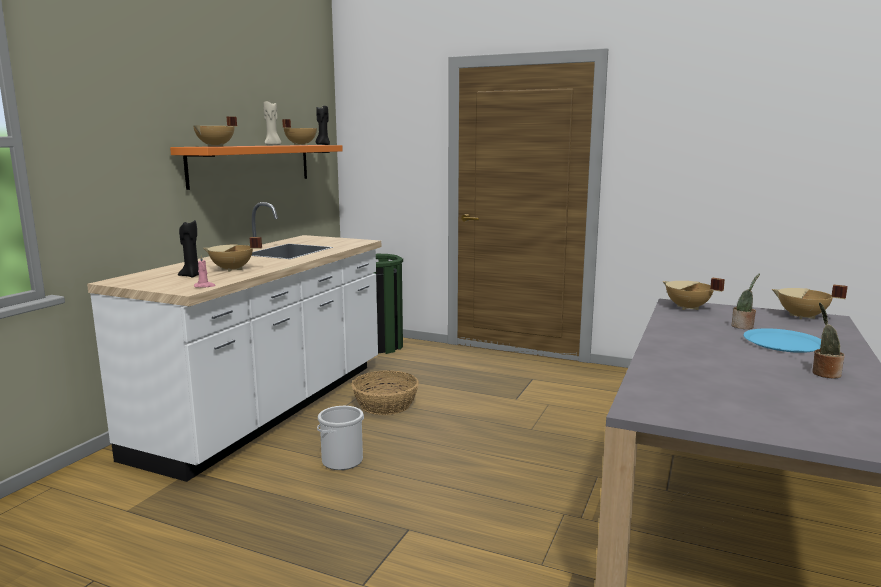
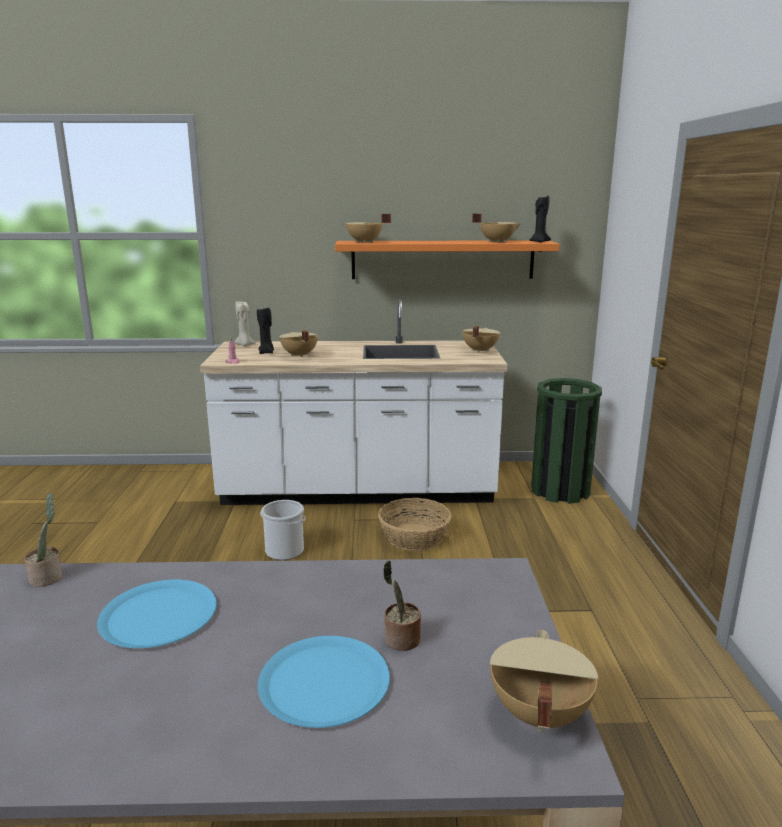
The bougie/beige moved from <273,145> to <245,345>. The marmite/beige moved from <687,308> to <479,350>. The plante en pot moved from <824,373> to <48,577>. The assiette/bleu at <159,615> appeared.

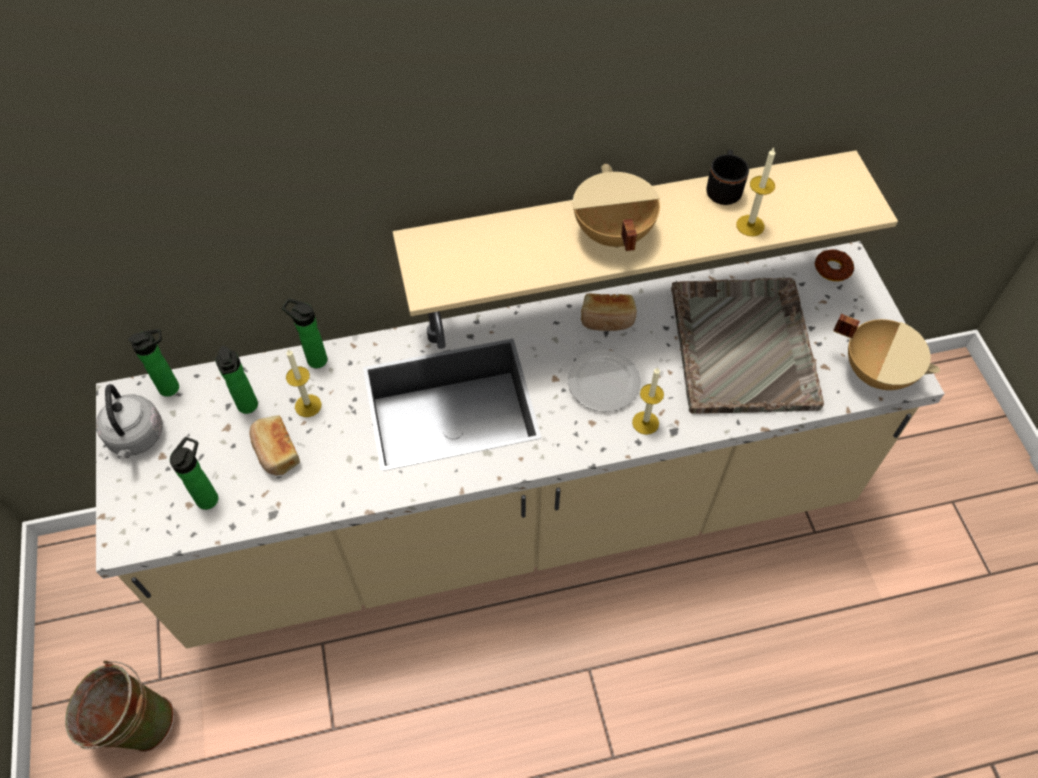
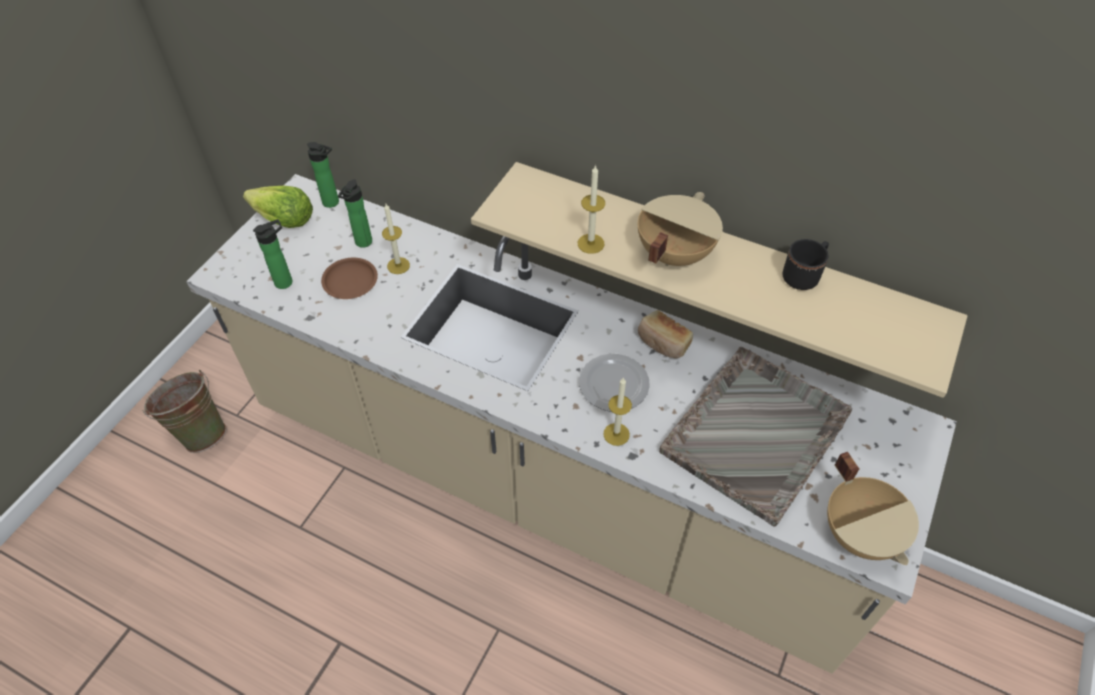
The bougie moved from <750,225> to <590,243>. The beignet at <833,268> disappeared. The bouteille at <314,359> disappeared. The bouilloire/gris at <136,438> was replaced by the laitue at <283,219>. The pain at <275,452> was replaced by the assiette/marron at <350,281>.

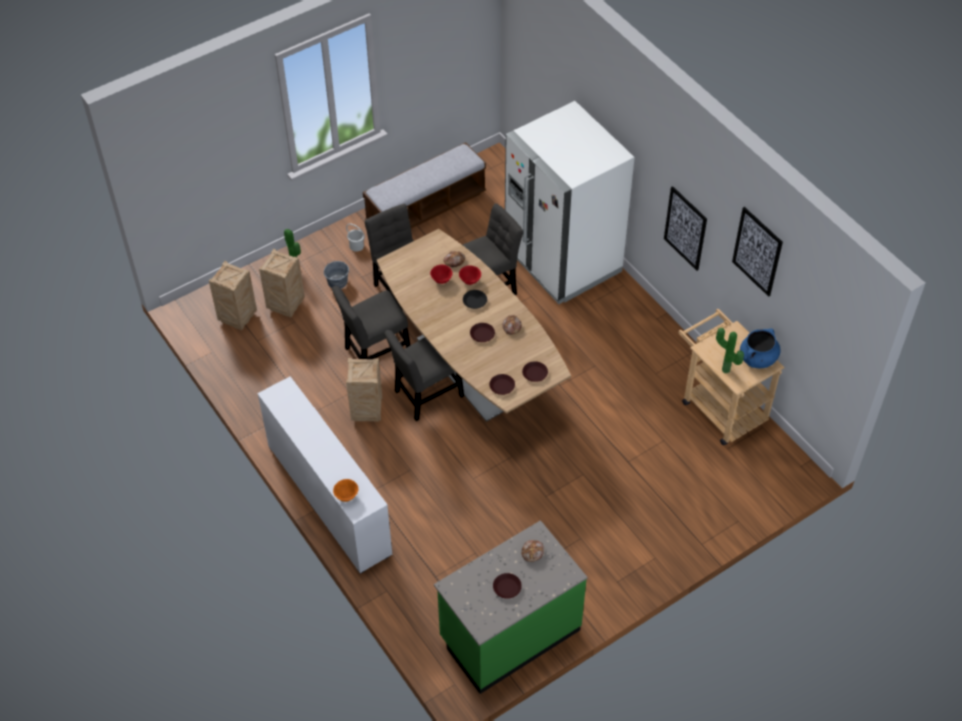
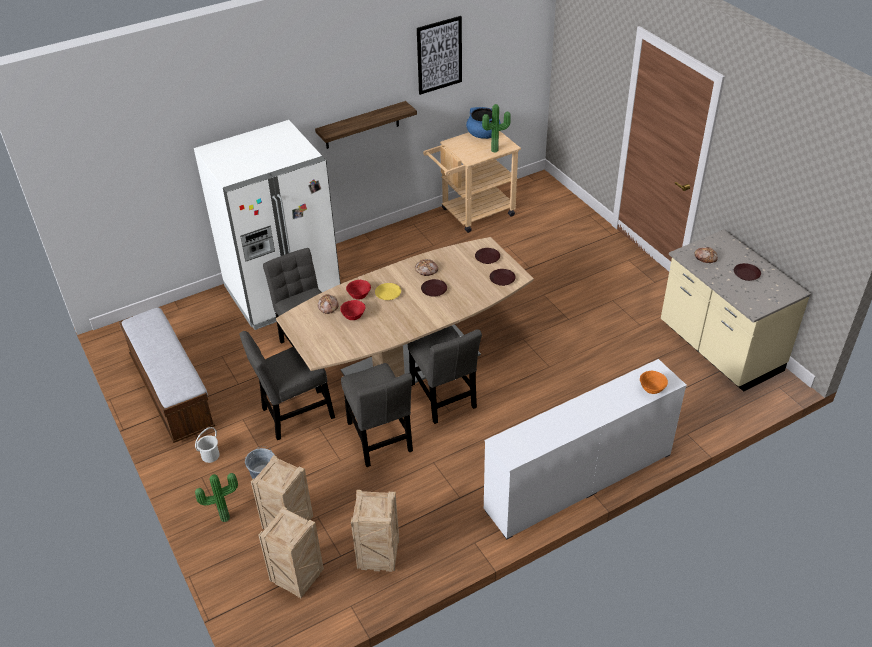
The tableau at <685,228> was replaced by the étagère at <362,125>. The assiette/noir at <475,301> became the assiette/jaune at <388,293>. The caisse moved from <367,411> to <379,556>. The comptoir de cuisine/vert at <509,633> became the comptoir de cuisine/beige at <718,349>.

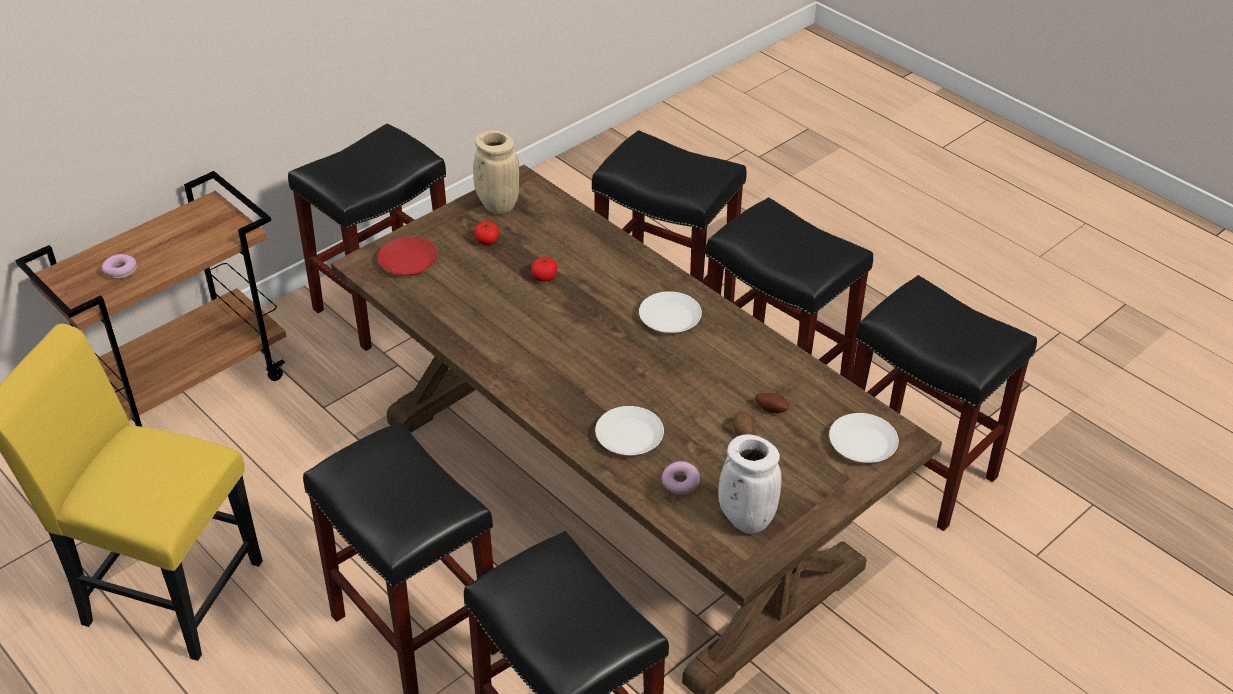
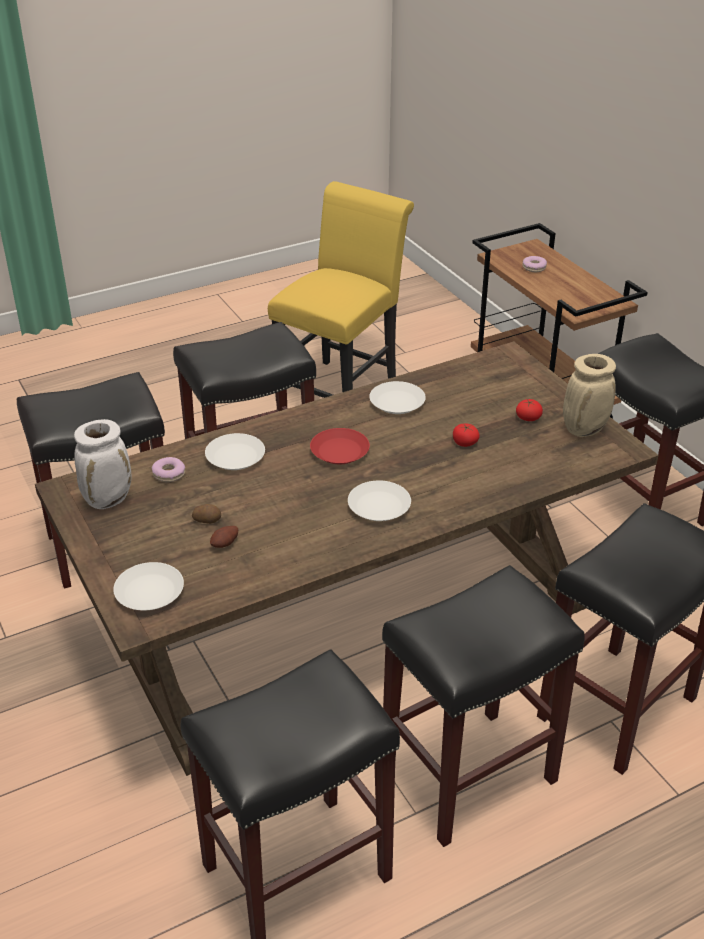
The assiette/rouge moved from <408,261> to <340,451>. The assiette/blanc at <397,403> appeared.

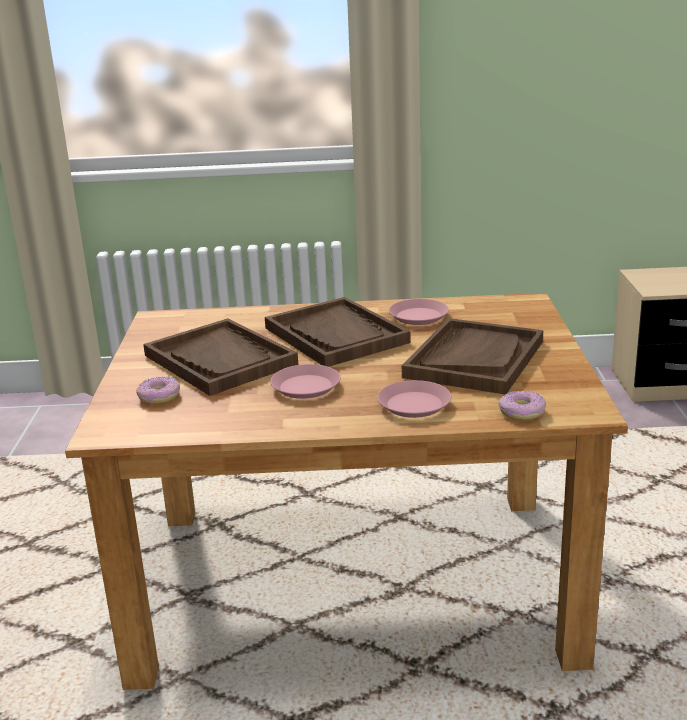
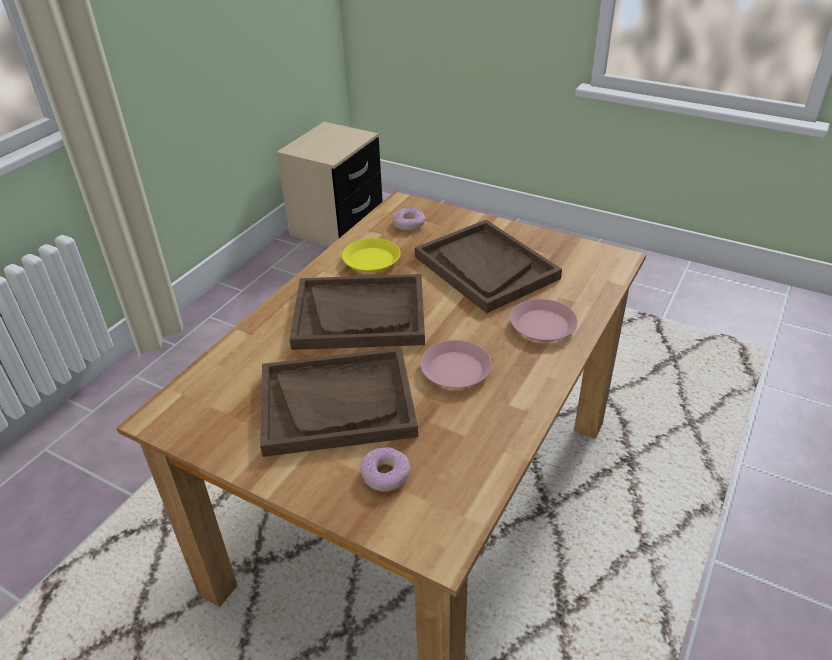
The assiette/rose at <419,316> became the assiette/jaune at <372,260>. The beignet moved from <522,412> to <409,224>.

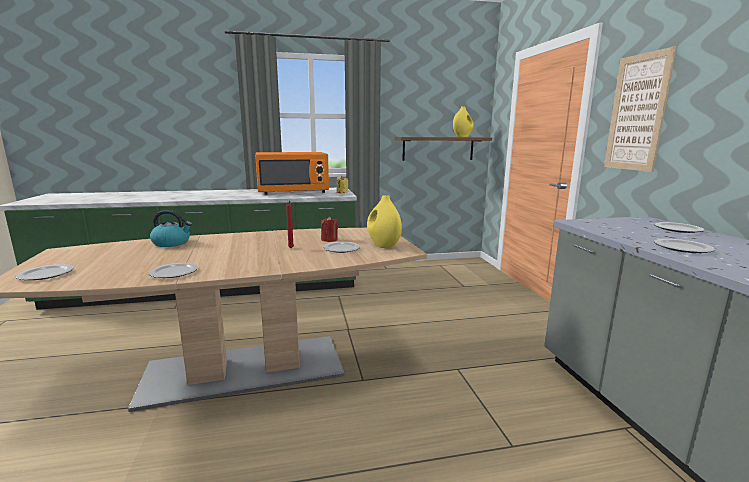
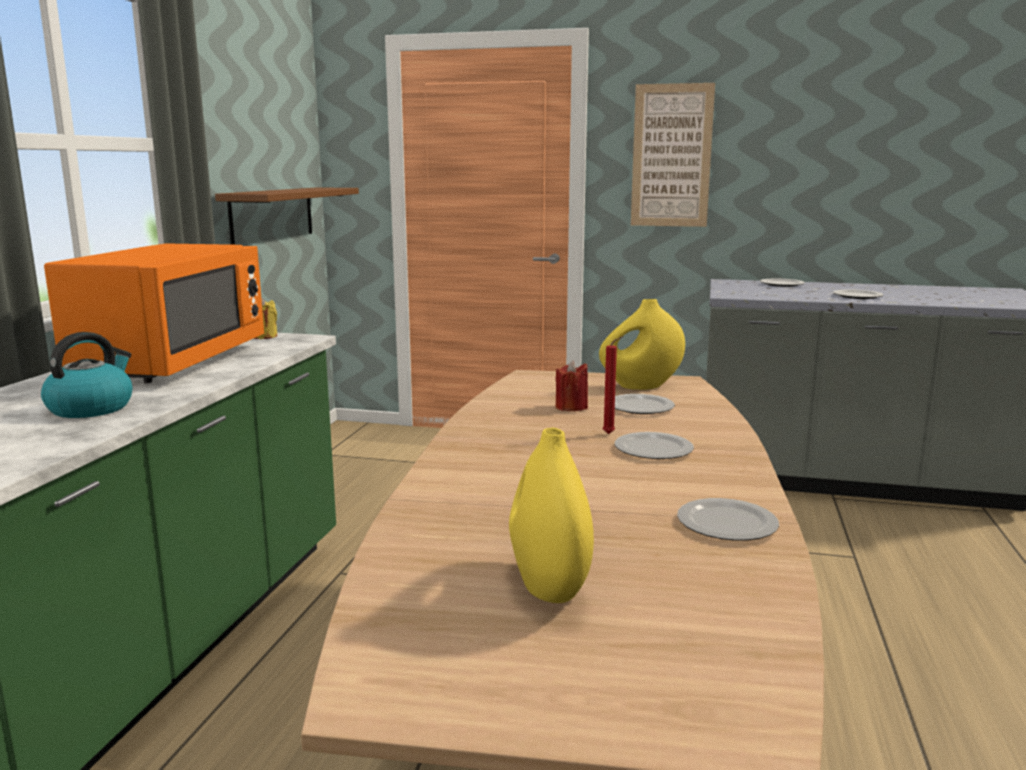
The vase/jaune moved from <462,137> to <548,585>. The bouilloire moved from <172,243> to <91,408>. The assiette moved from <45,274> to <652,449>.

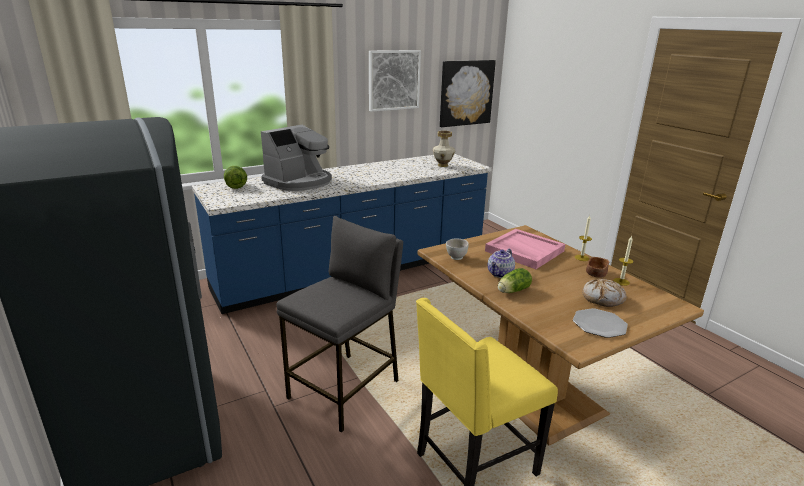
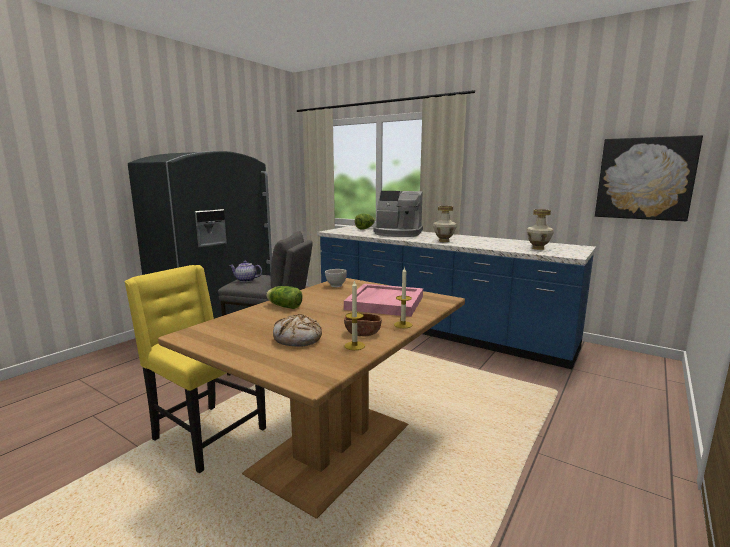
The tableau at <393,80> disappeared. The théière moved from <500,274> to <246,280>. The assiette at <599,324> disappeared. The vase at <444,241> appeared.

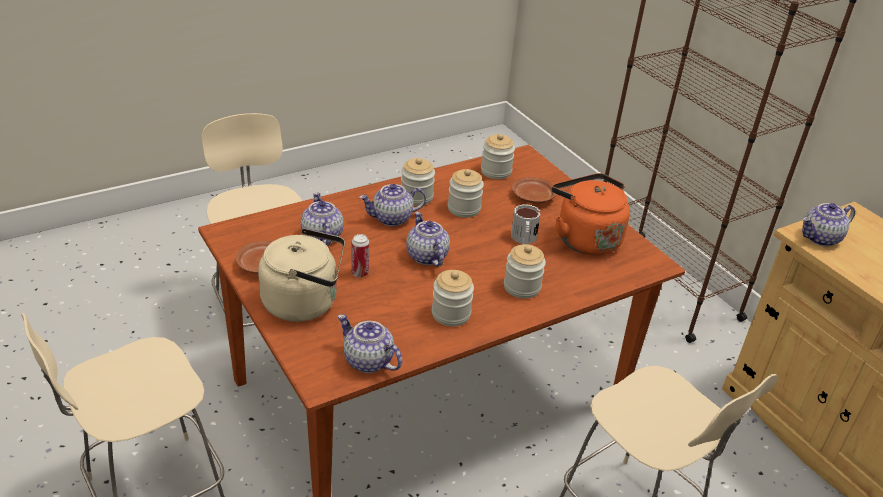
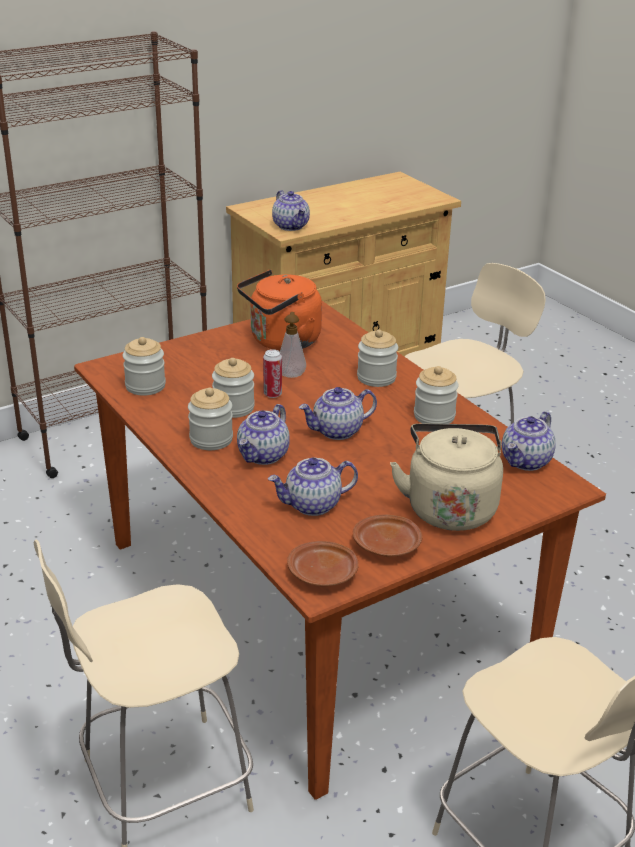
The assiette/marron moved from <532,197> to <323,574>. The théière at <391,219> turned 45 degrees clockwise. The mug at <523,240> was replaced by the distributeur de savon at <291,374>. The boîte métallique moved from <360,273> to <272,394>.

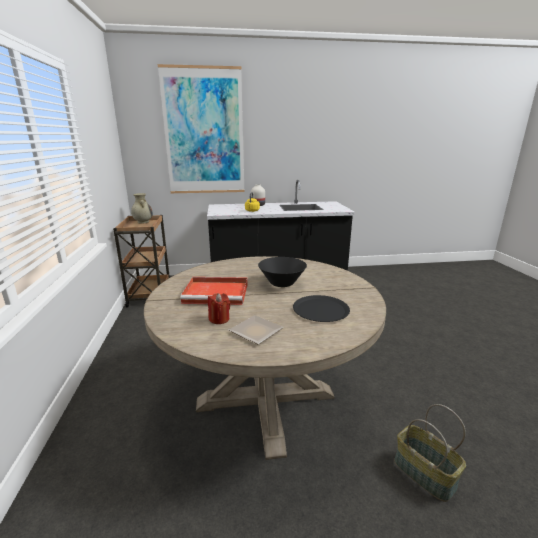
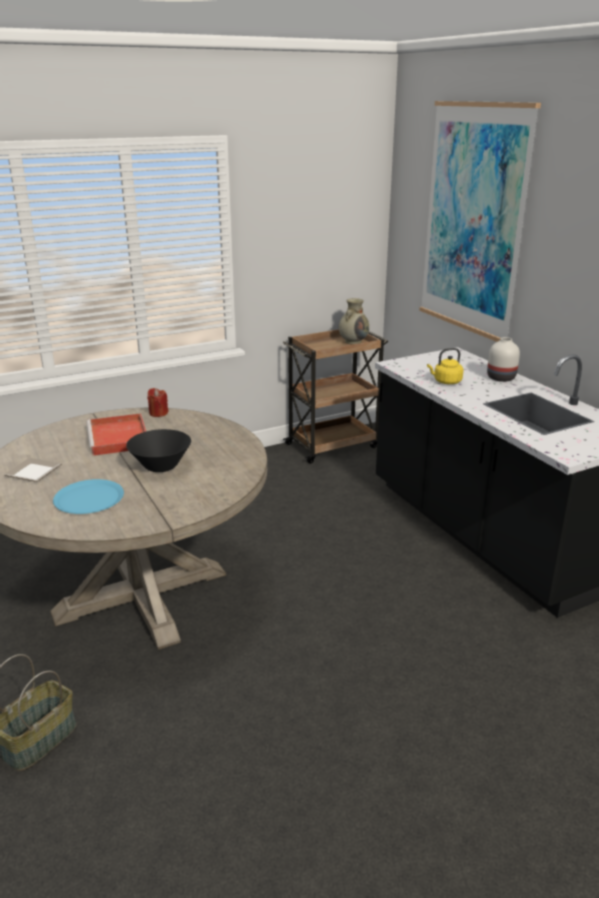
The bougie/rouge moved from <219,319> to <158,413>. The assiette/noir at <320,309> became the assiette/bleu at <89,498>.

